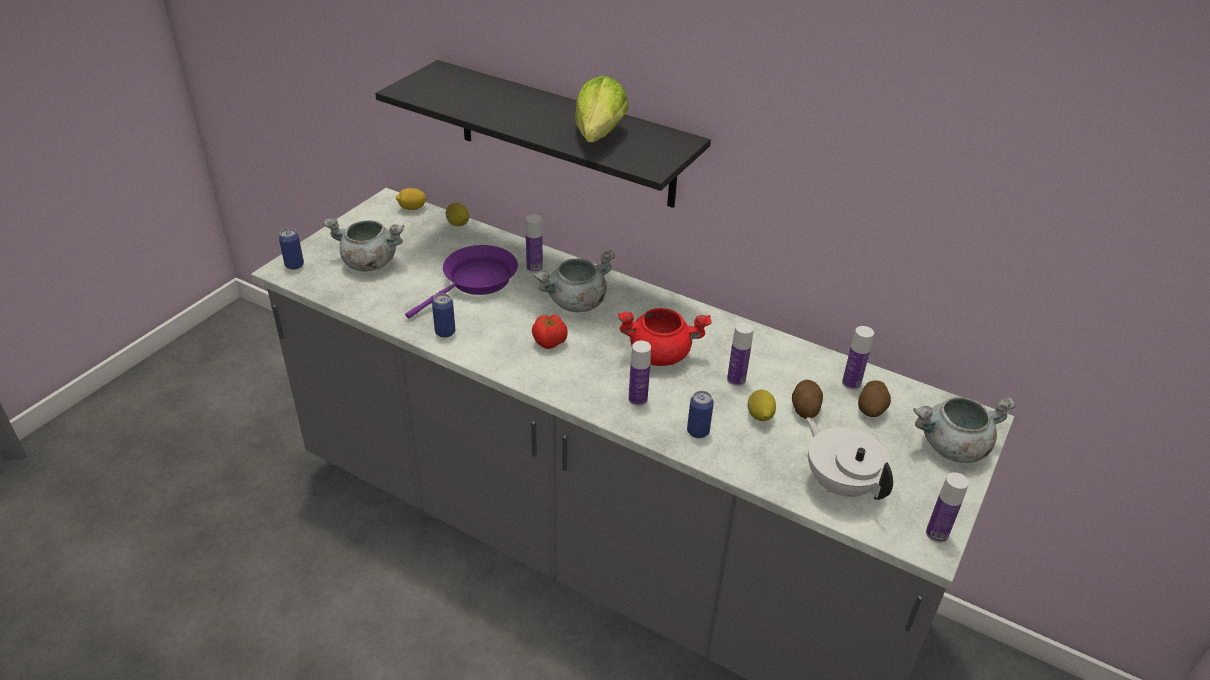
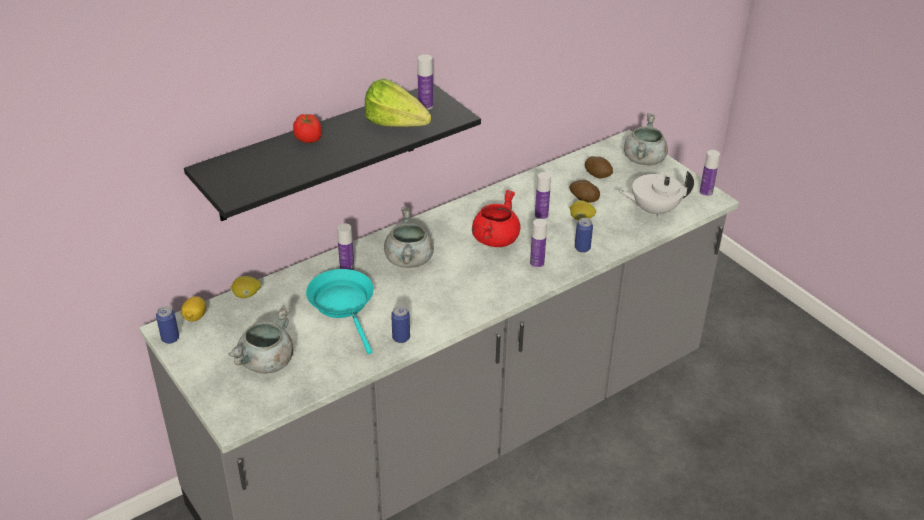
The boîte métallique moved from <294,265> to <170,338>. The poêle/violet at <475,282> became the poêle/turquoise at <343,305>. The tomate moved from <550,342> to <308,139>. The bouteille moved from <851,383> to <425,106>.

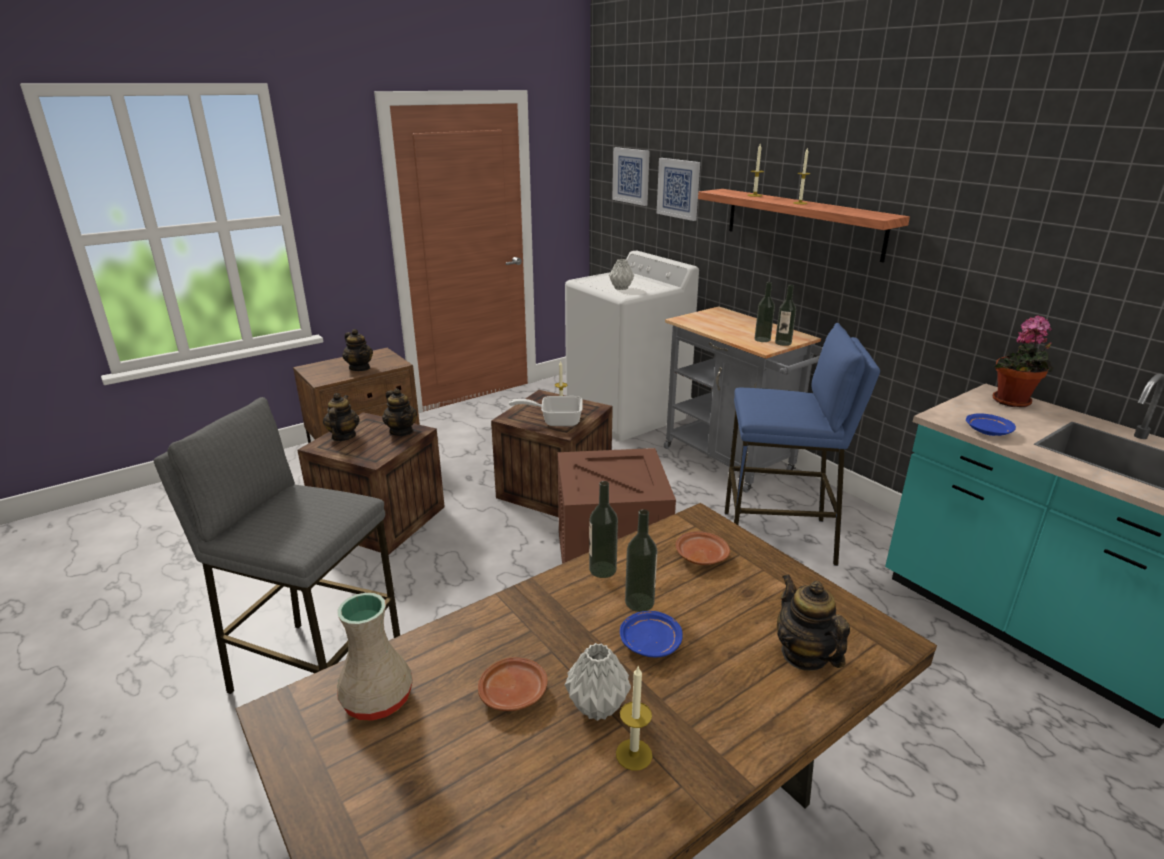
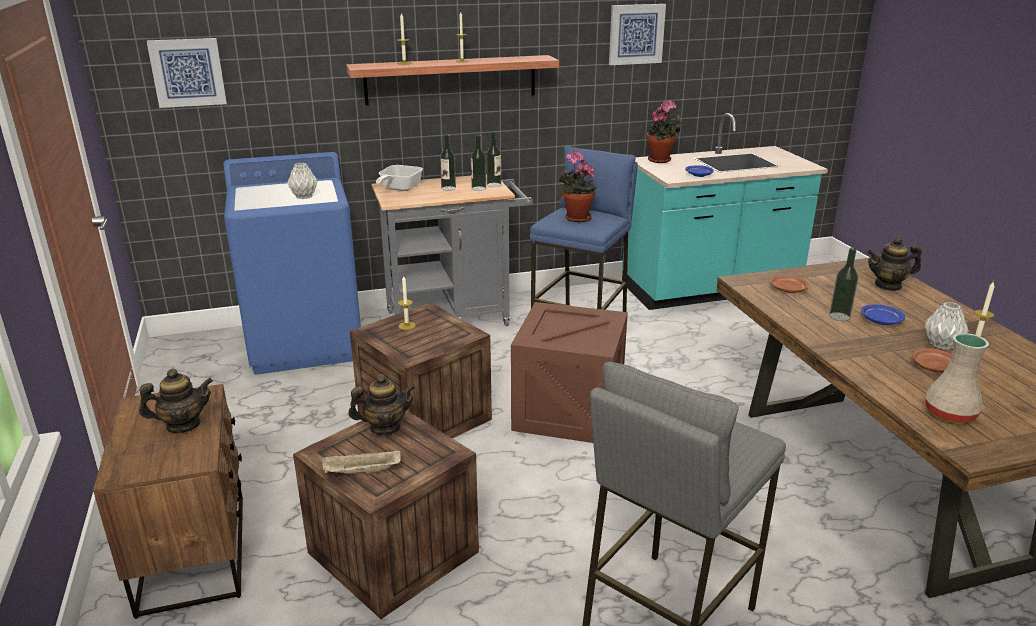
The tableau moved from <679,188> to <636,34>. The lave-linge/blanc at <627,414> became the lave-linge/bleu at <306,342>. The théière at <343,436> was replaced by the plateau/beige at <361,473>. The poêle moved from <555,421> to <398,189>. The bouteille moved from <602,569> to <448,188>. The plante en pot at <575,218> appeared.

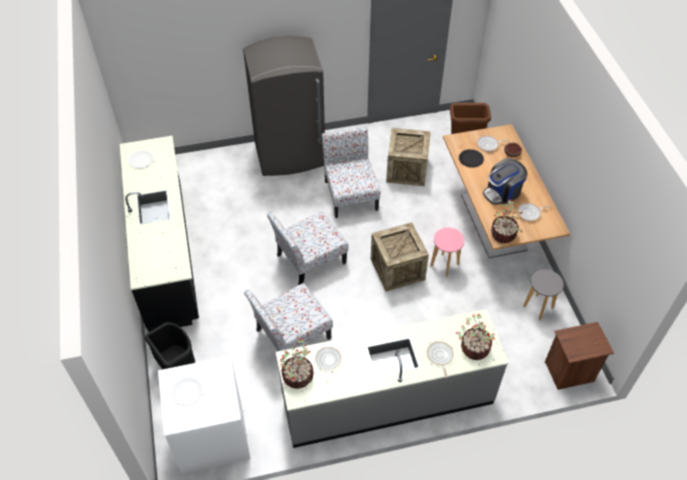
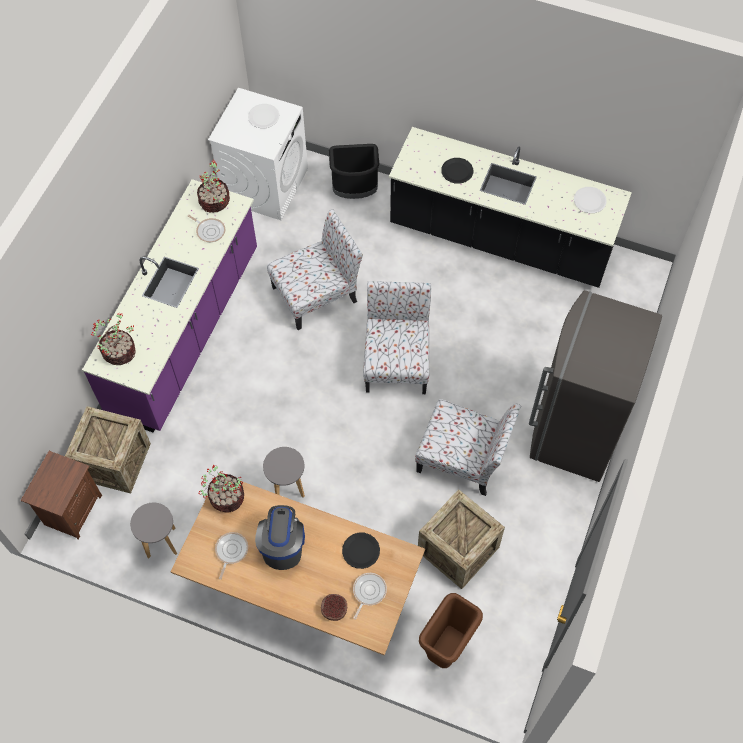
The caisse moved from <397,269> to <114,461>. The tabouret/rose at <444,265> became the tabouret/gris at <288,488>. The chaise at <291,335> turned 60 degrees clockwise. The comptoir de cuisine/gris at <387,399> became the comptoir de cuisine/violet at <186,331>. The poêle at <440,356> disappeared. The assiette/noir at <457,171> appeared.

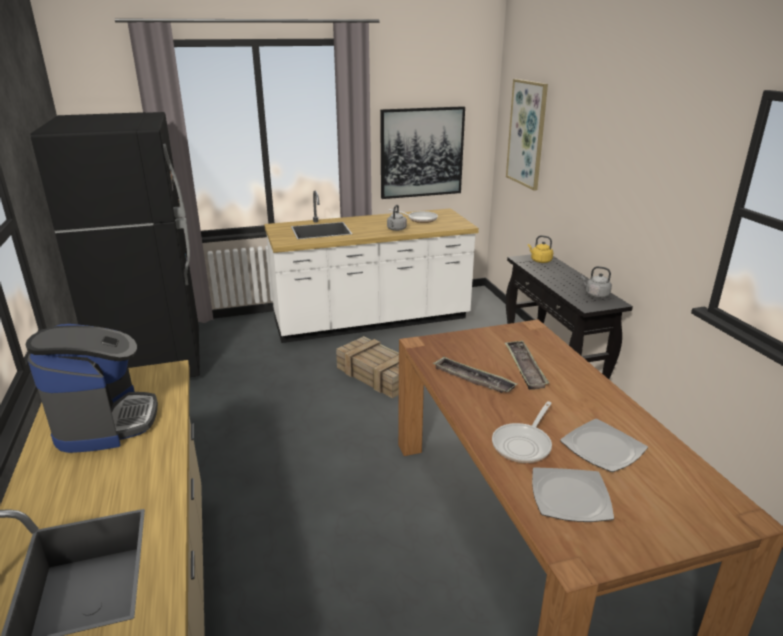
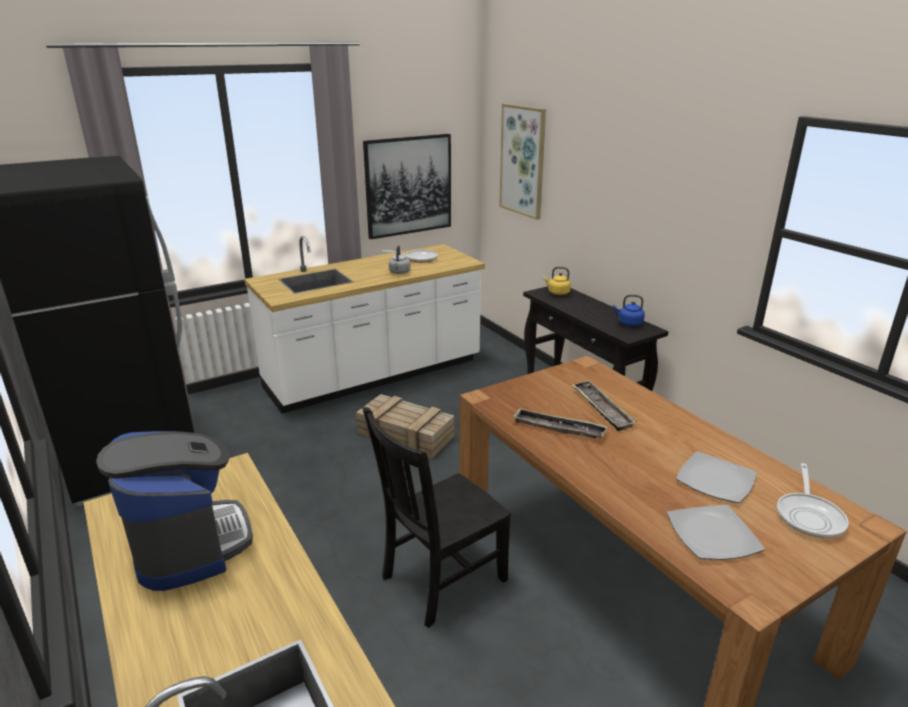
The bouilloire/gris at <595,294> became the bouilloire/bleu at <628,323>. The poêle moved from <523,444> to <809,516>. The chaise/noir at <440,580> appeared.

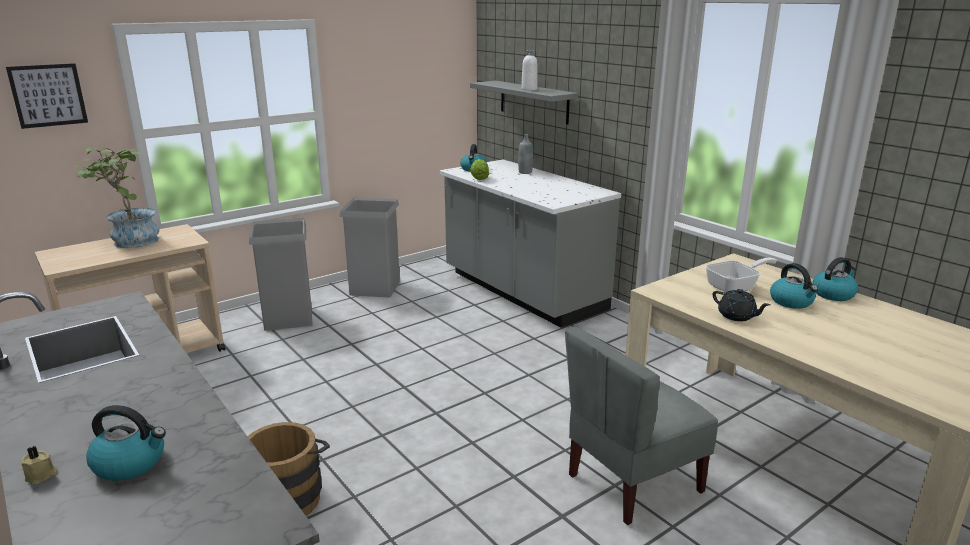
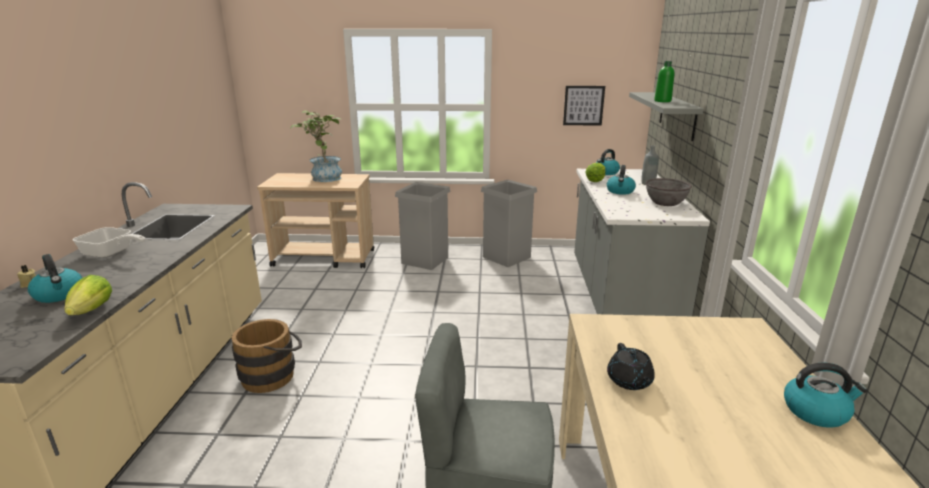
The bouteille/blanc at <529,89> became the bouteille/vert at <662,101>. The tableau moved from <48,95> to <583,105>. The poêle moved from <735,287> to <111,253>. The bouilloire moved from <792,302> to <620,191>. The bol/gris at <665,202> appeared. The laitue at <92,310> appeared.

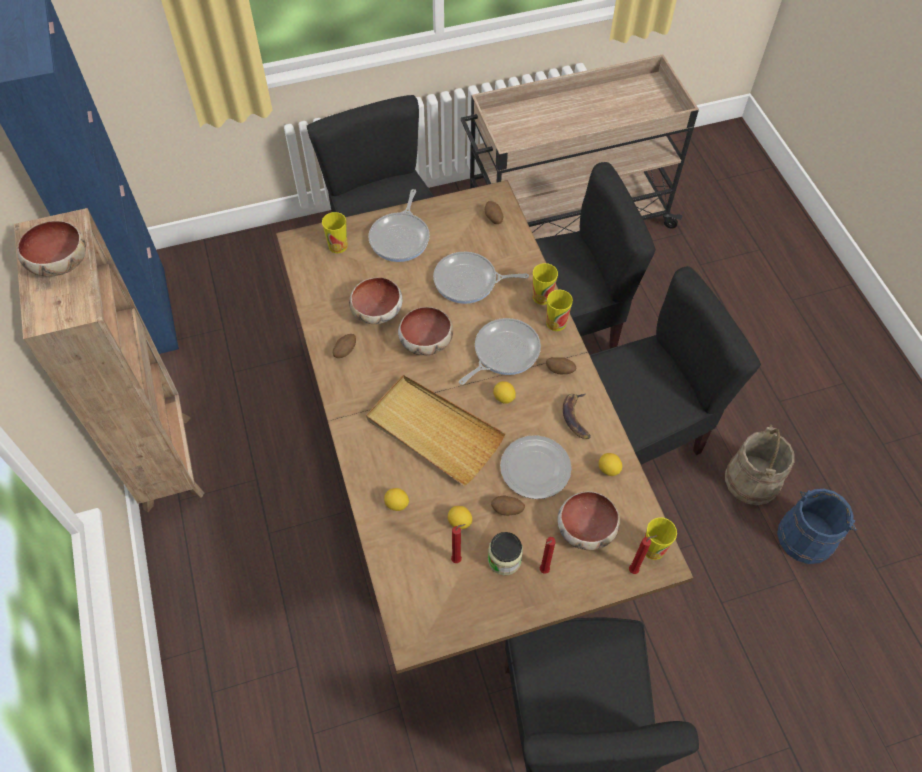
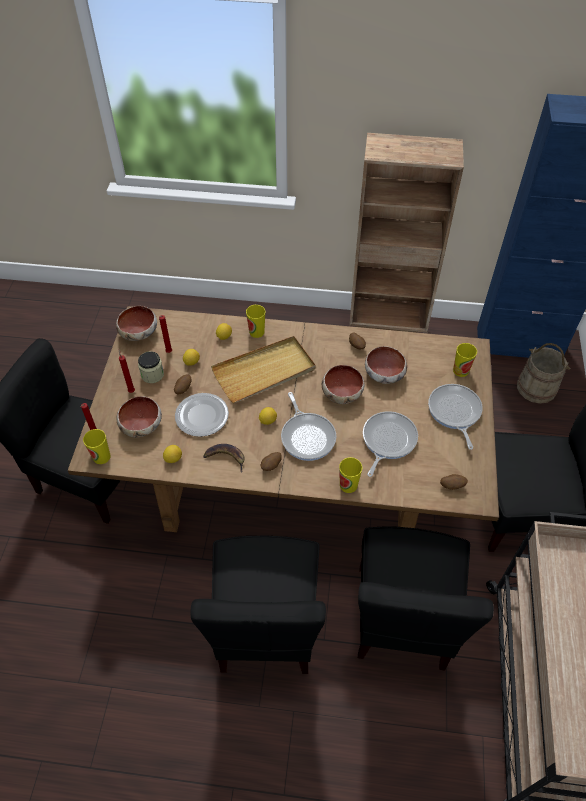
The poêle at <401,237> turned 45 degrees clockwise. The bol moved from <58,263> to <139,332>. The tasse moved from <556,323> to <256,332>. The seau/beige moved from <751,480> to <537,387>. The seau/bleu at <806,536> disappeared.

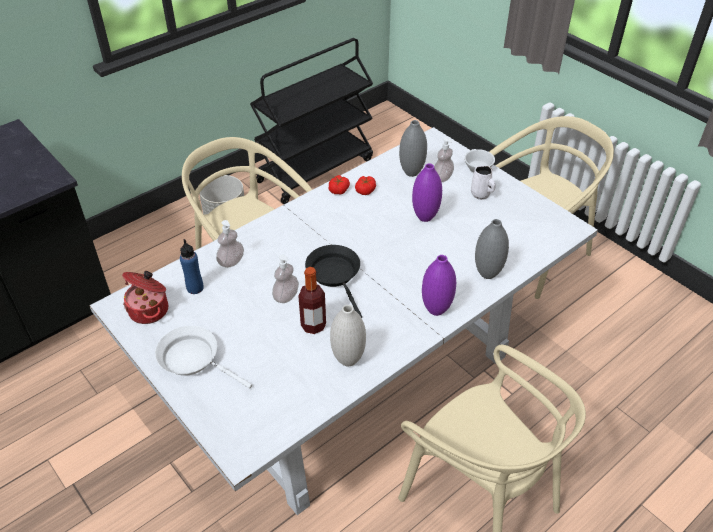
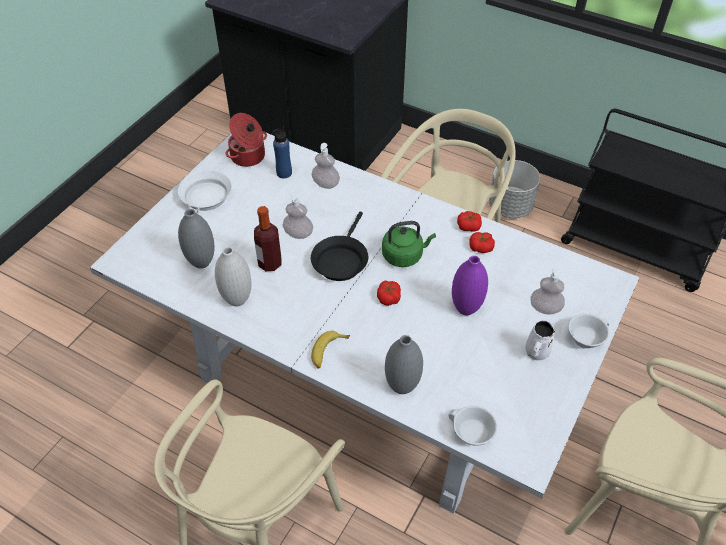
The vase/gris moved from <411,172> to <201,262>. The poêle/noir at <335,275> turned 150 degrees clockwise. The vase/violet at <436,310> was replaced by the banane at <327,352>. The bouilloire/vert at <404,255> appeared. The tomate at <388,297> appeared. The tasse/blanc at <470,434> appeared.

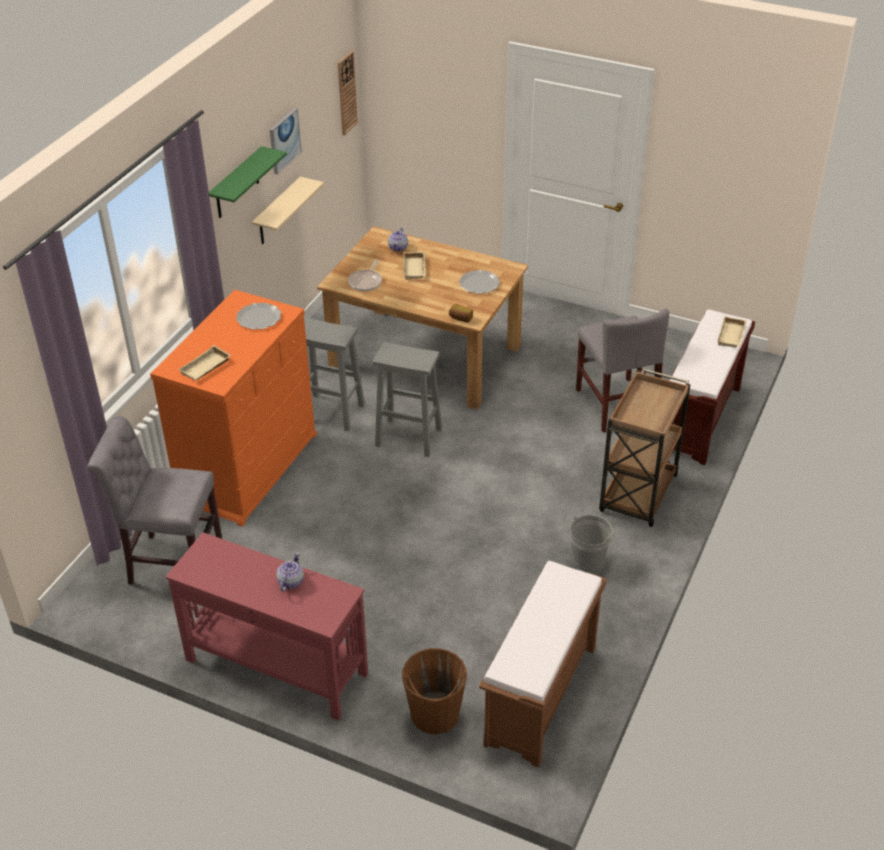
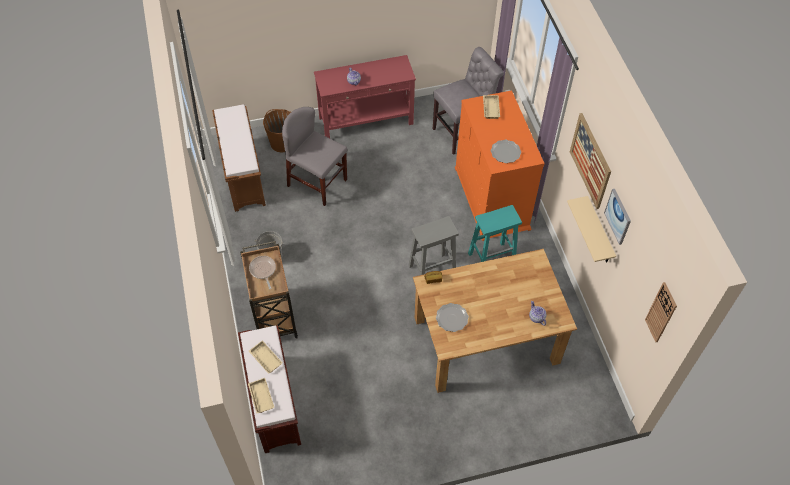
The étagère/vert at <237,184> was replaced by the tableau at <590,160>. The plateau/beige moved from <415,269> to <264,359>. The poêle moved from <366,282> to <263,270>. The chaise/gris moved from <616,404> to <317,183>. The tabouret/gris at <330,412> became the tabouret/turquoise at <492,259>.

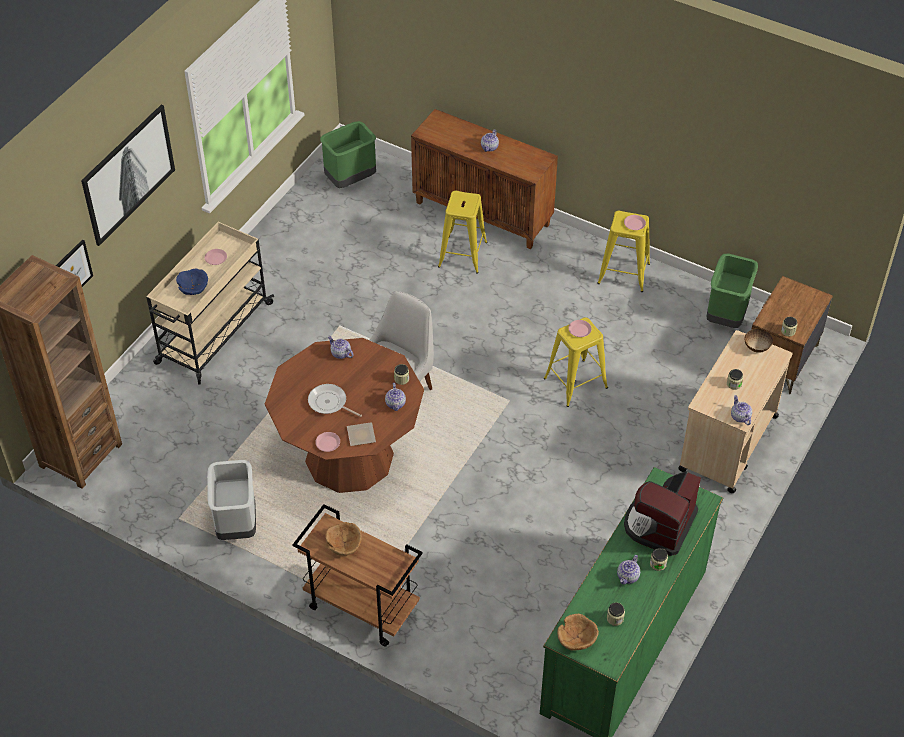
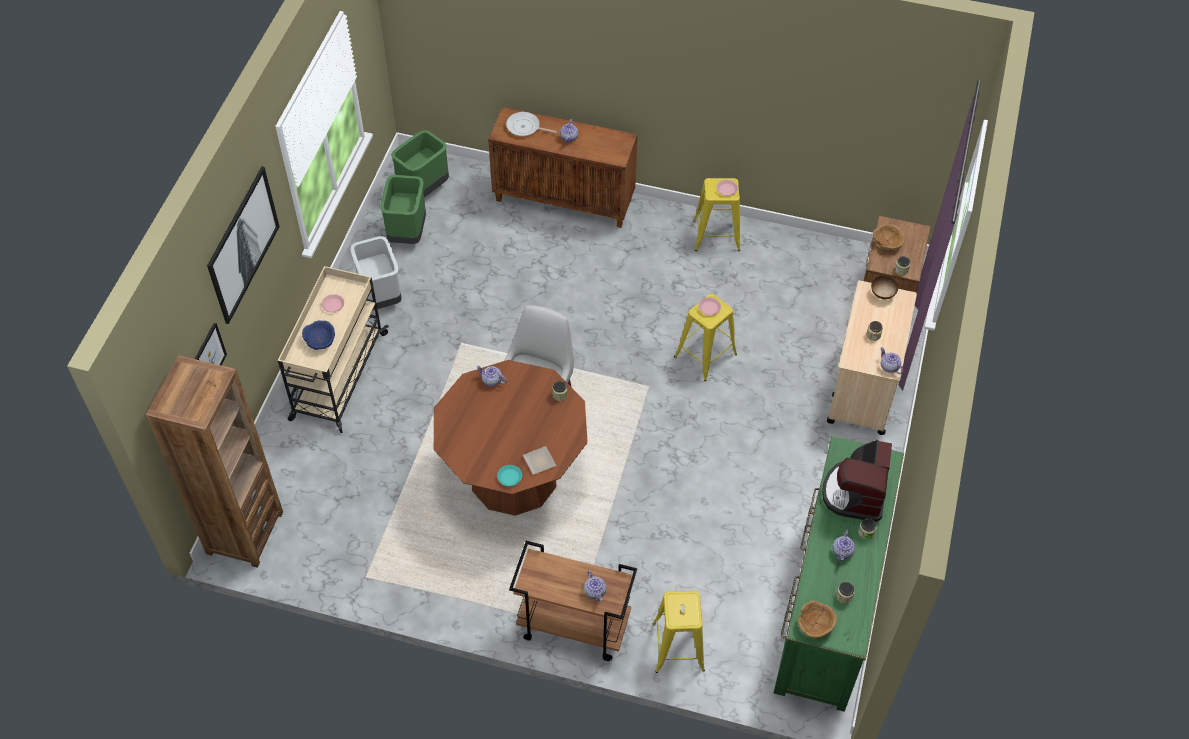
The tabouret/jaune moved from <462,254> to <678,647>. The poubelle/vert moved from <727,316> to <408,233>. The théière moved from <396,404> to <595,591>. The poêle moved from <329,403> to <525,127>. The assiette/rose at <328,443> became the assiette/turquoise at <509,477>. The poubelle/gris moved from <237,524> to <381,296>. The bol/marron moved from <344,544> to <887,242>.

